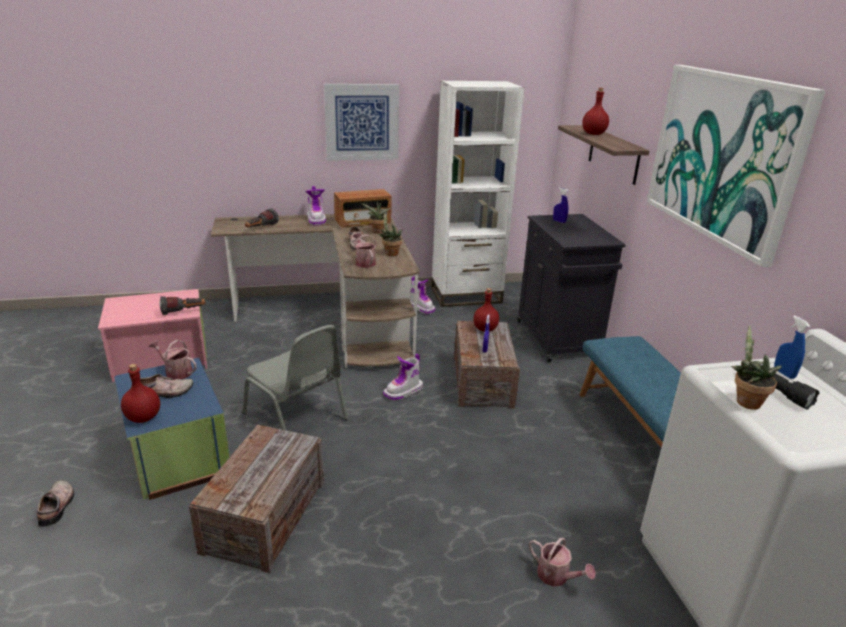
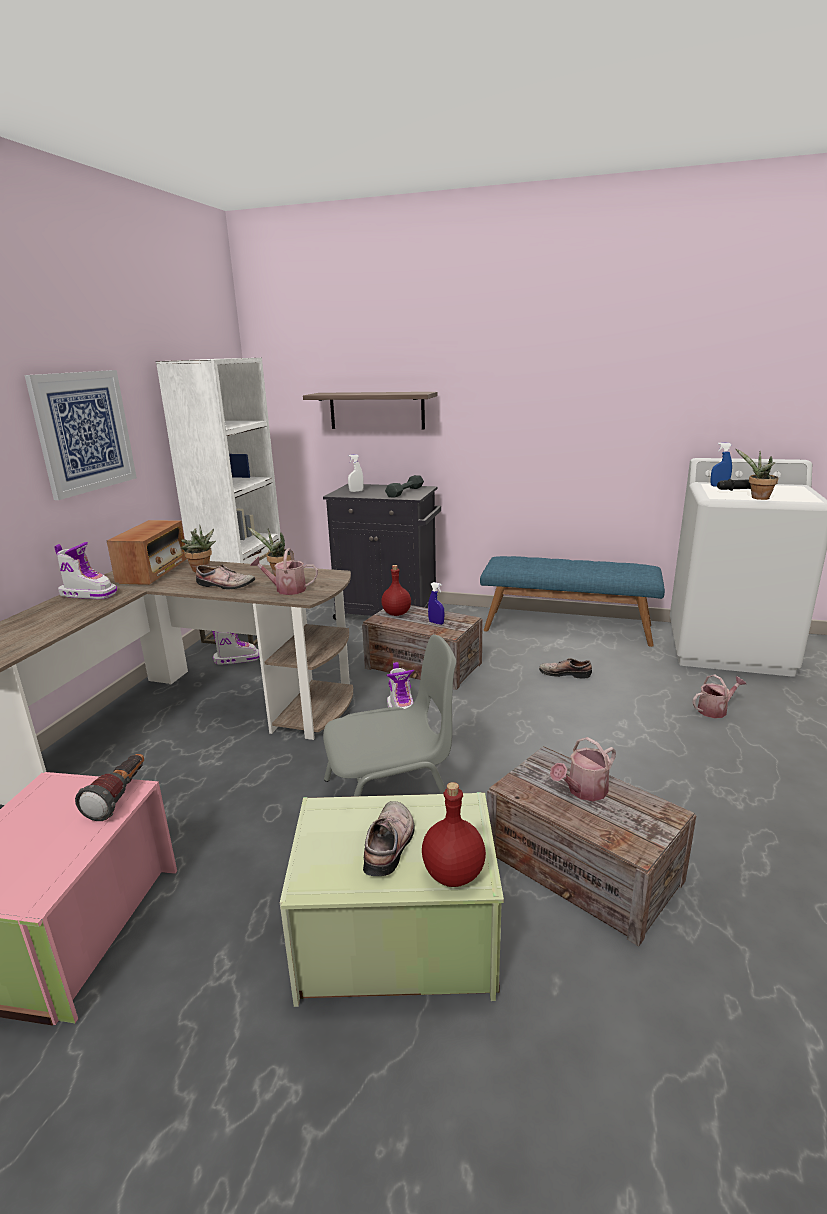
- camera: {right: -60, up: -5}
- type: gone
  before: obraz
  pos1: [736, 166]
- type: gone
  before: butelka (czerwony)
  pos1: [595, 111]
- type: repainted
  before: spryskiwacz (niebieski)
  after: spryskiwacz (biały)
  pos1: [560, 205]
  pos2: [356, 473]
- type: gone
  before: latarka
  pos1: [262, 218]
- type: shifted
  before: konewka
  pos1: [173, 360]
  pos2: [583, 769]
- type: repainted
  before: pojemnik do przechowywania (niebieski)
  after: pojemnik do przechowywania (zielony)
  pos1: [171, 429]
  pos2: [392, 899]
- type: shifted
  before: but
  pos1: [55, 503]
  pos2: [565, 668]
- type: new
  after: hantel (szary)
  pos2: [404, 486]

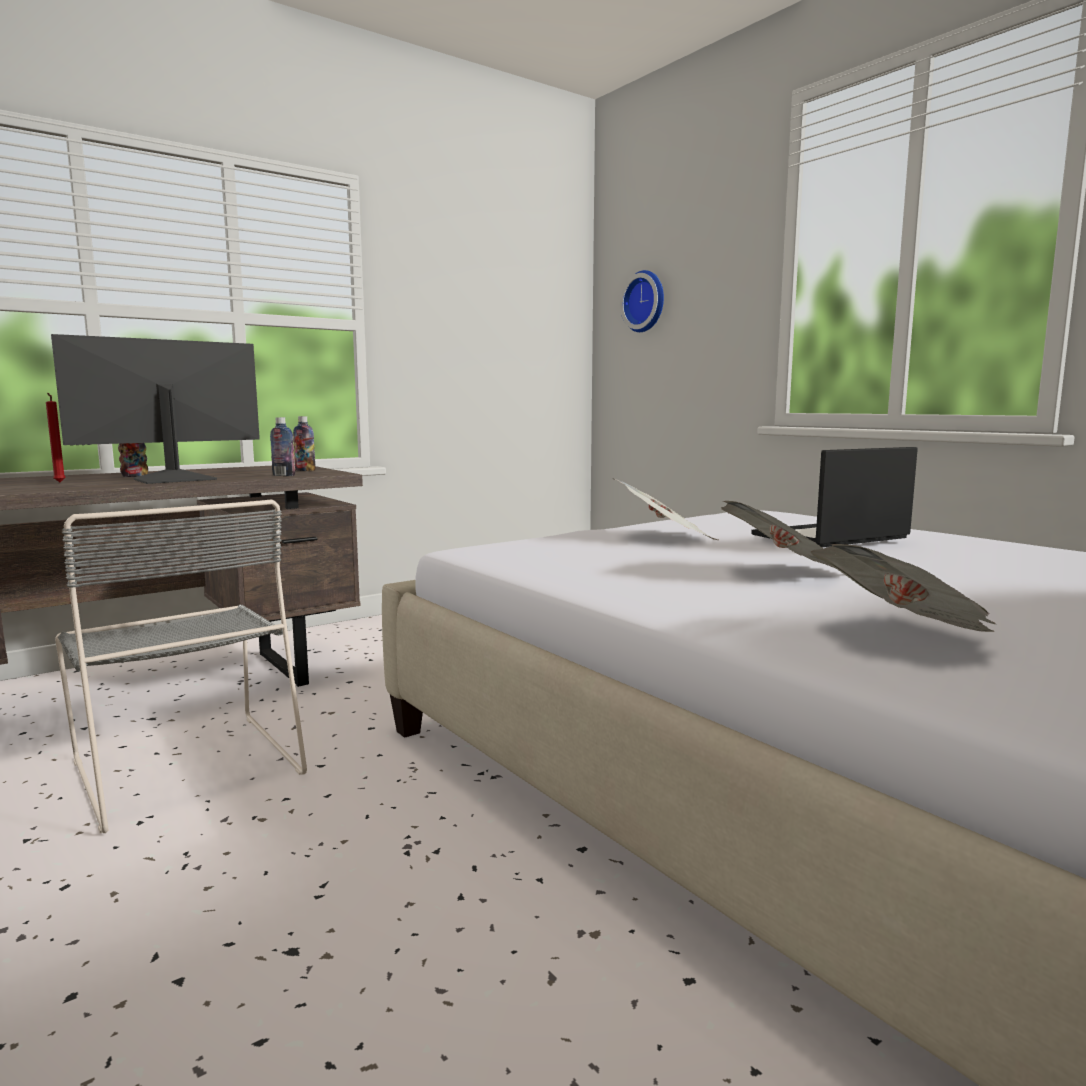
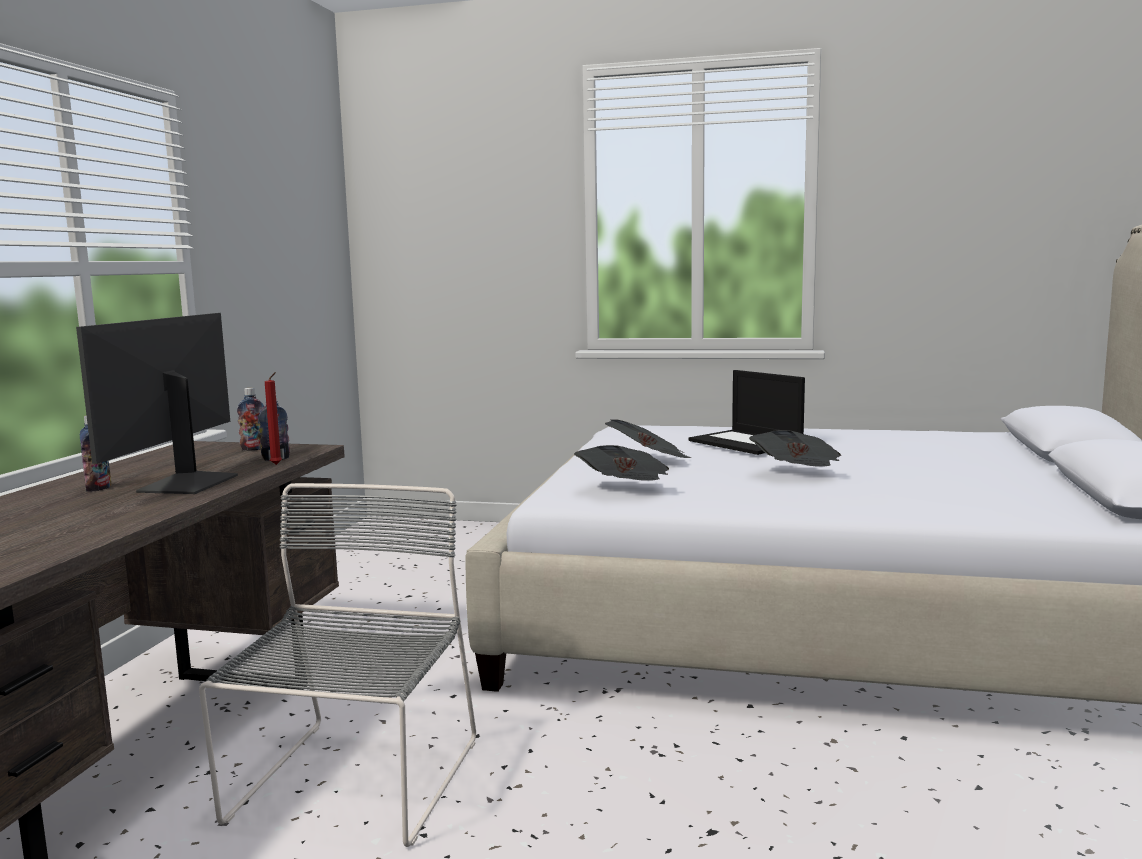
- camera: {right: -40, up: 0}
- type: gone
  before: zegar ścienny
  pos1: [642, 301]
- type: shifted
  before: świeca (czerwony)
  pos1: [56, 437]
  pos2: [273, 418]
- type: rotated
  before: laptop
  pos1: [834, 497]
  pos2: [747, 412]
  turn: -60
- type: rotated
  before: krzesło (szary)
  pos1: [181, 666]
  pos2: [337, 665]
  turn: -90
- type: shifted
  before: gazeta
  pos1: [903, 588]
  pos2: [622, 463]

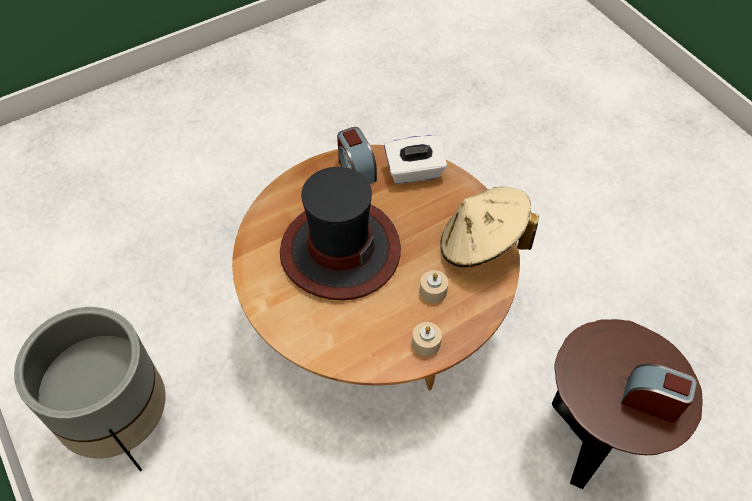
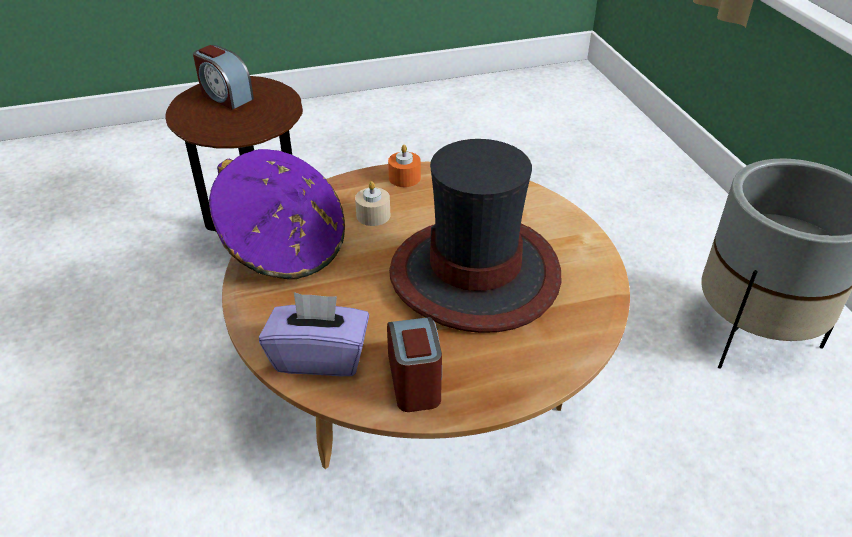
- camera: {right: -165, up: -15}
- type: repainted
  before: pudełko chusteczek (biały)
  after: pudełko chusteczek (fioletowy)
  pos1: [415, 159]
  pos2: [314, 334]
- type: repainted
  before: kapelusz (beżowy)
  after: kapelusz (fioletowy)
  pos1: [489, 227]
  pos2: [277, 214]
- type: repainted
  before: świeca (beżowy)
  after: świeca (pomarańczowy)
  pos1: [427, 339]
  pos2: [404, 166]

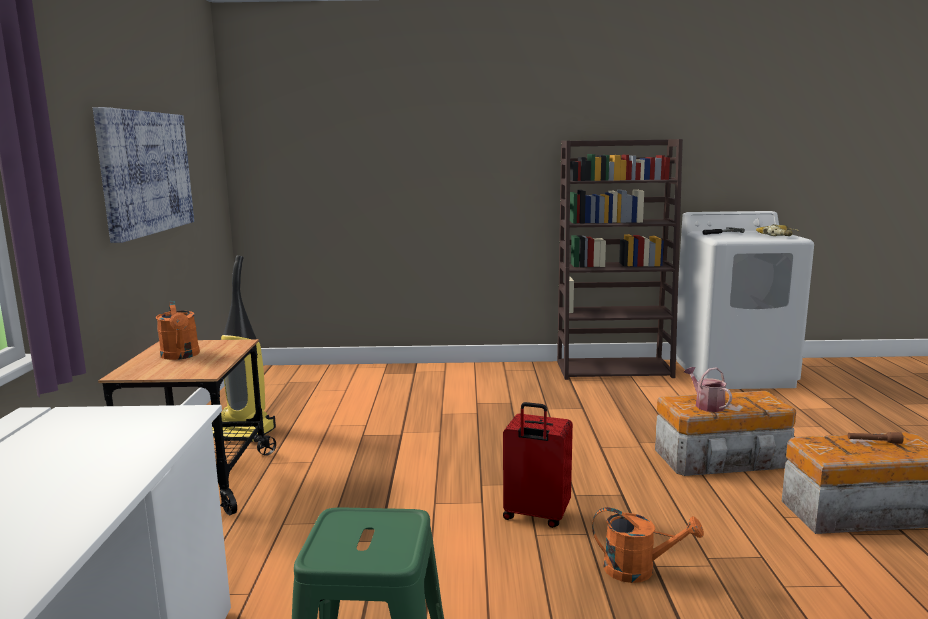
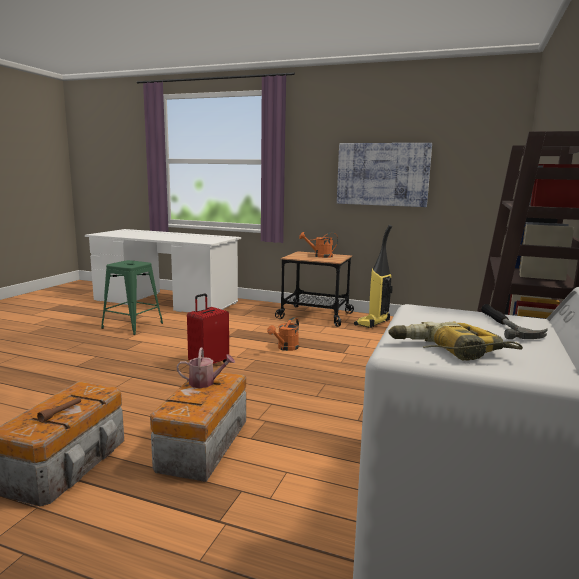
- camera: {right: 110, up: 0}
- type: shifted
  before: konewka (pomarańczowy)
  pos1: [648, 545]
  pos2: [283, 334]

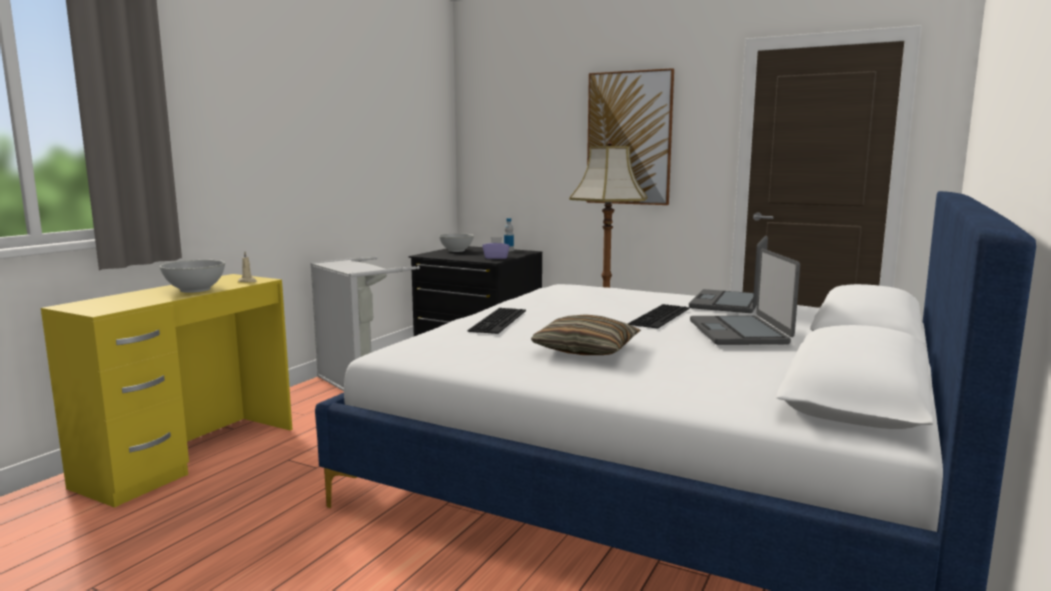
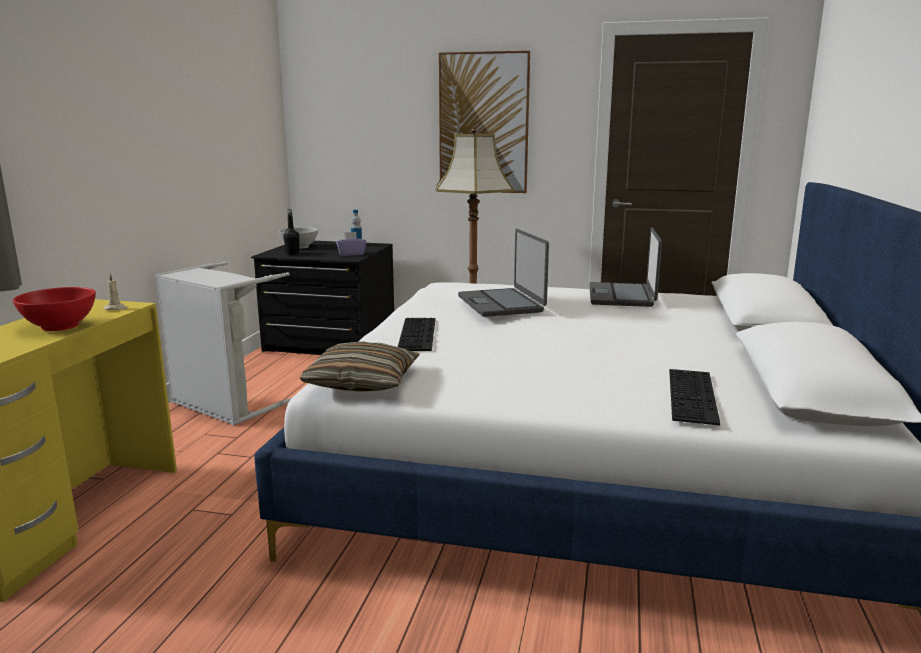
- camera: {right: -15, up: 5}
- type: shifted
  before: laptop
  pos1: [745, 296]
  pos2: [503, 273]
- type: repainted
  before: miska (biały)
  after: miska (czerwony)
  pos1: [192, 276]
  pos2: [54, 309]
- type: shifted
  before: klawiatura
  pos1: [659, 316]
  pos2: [694, 397]
- type: shifted
  before: poduszka
  pos1: [586, 334]
  pos2: [360, 366]
- type: new
  after: butelka (czarny)
  pos2: [291, 232]

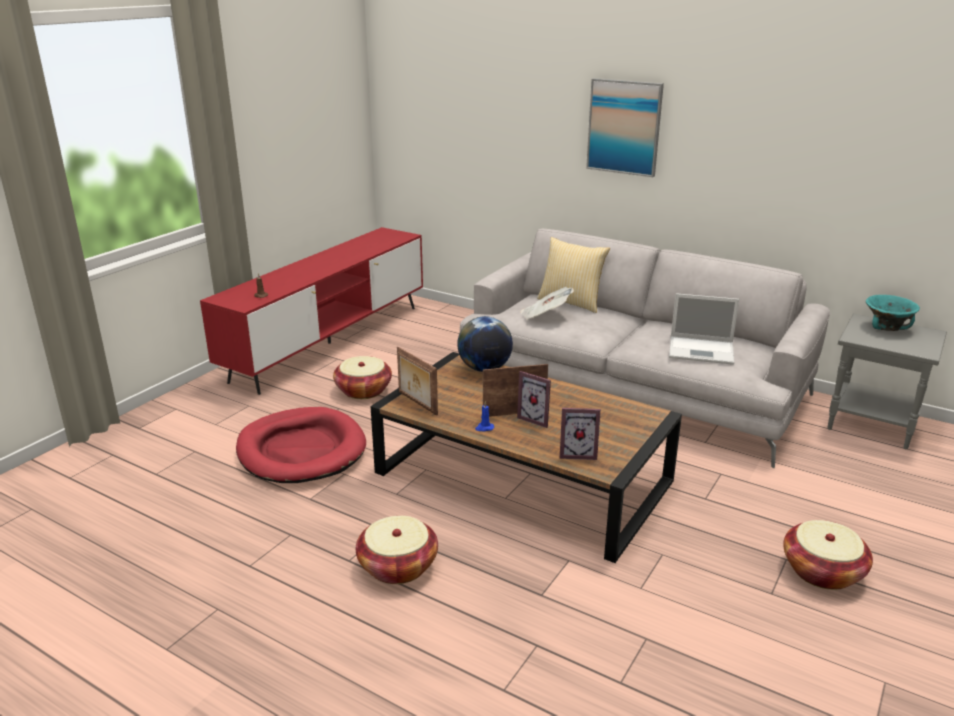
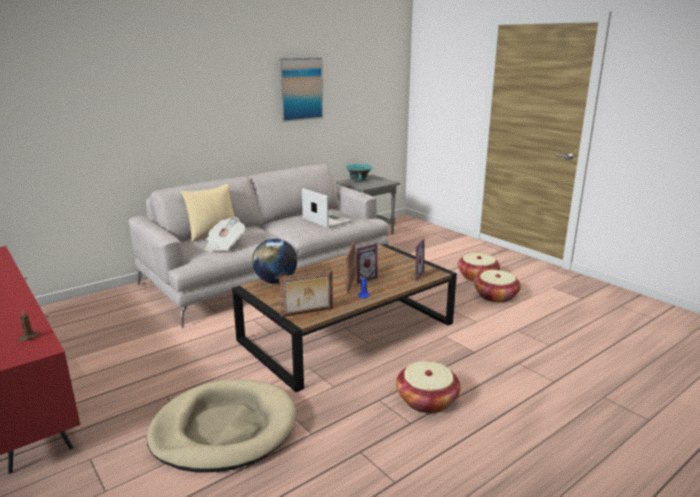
- camera: {right: -70, up: -5}
- type: shifted
  before: obraz
  pos1: [625, 127]
  pos2: [301, 90]
- type: rotated
  before: laptop
  pos1: [704, 329]
  pos2: [327, 208]
  turn: -75
- type: shifted
  before: koszyk
  pos1: [362, 377]
  pos2: [497, 286]
- type: repainted
  before: legowisko (czerwony)
  after: legowisko (beżowy)
  pos1: [301, 445]
  pos2: [221, 426]

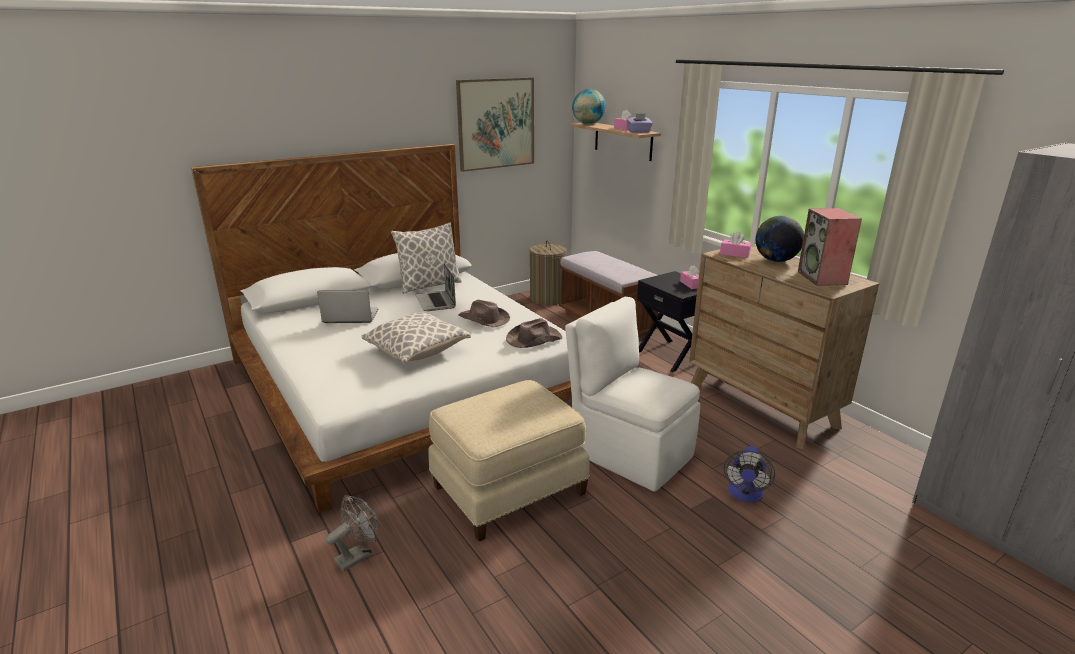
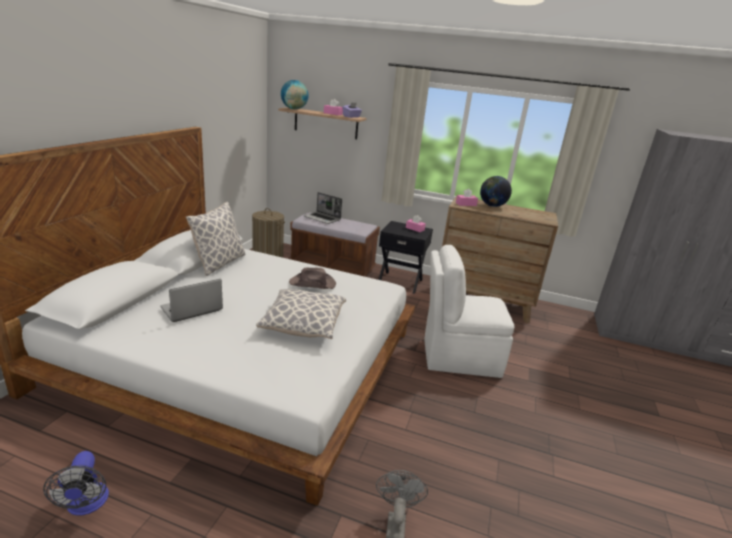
- camera: {right: -40, up: 0}
- type: gone
  before: obraz
  pos1: [495, 124]
- type: gone
  before: głośnik
  pos1: [830, 247]
- type: shifted
  before: laptop
  pos1: [435, 287]
  pos2: [323, 208]
- type: gone
  before: kapelusz (brązowy)
  pos1: [534, 333]
- type: gone
  before: pufa (beżowy)
  pos1: [509, 460]
- type: shifted
  before: wentylator
  pos1: [749, 474]
  pos2: [76, 483]

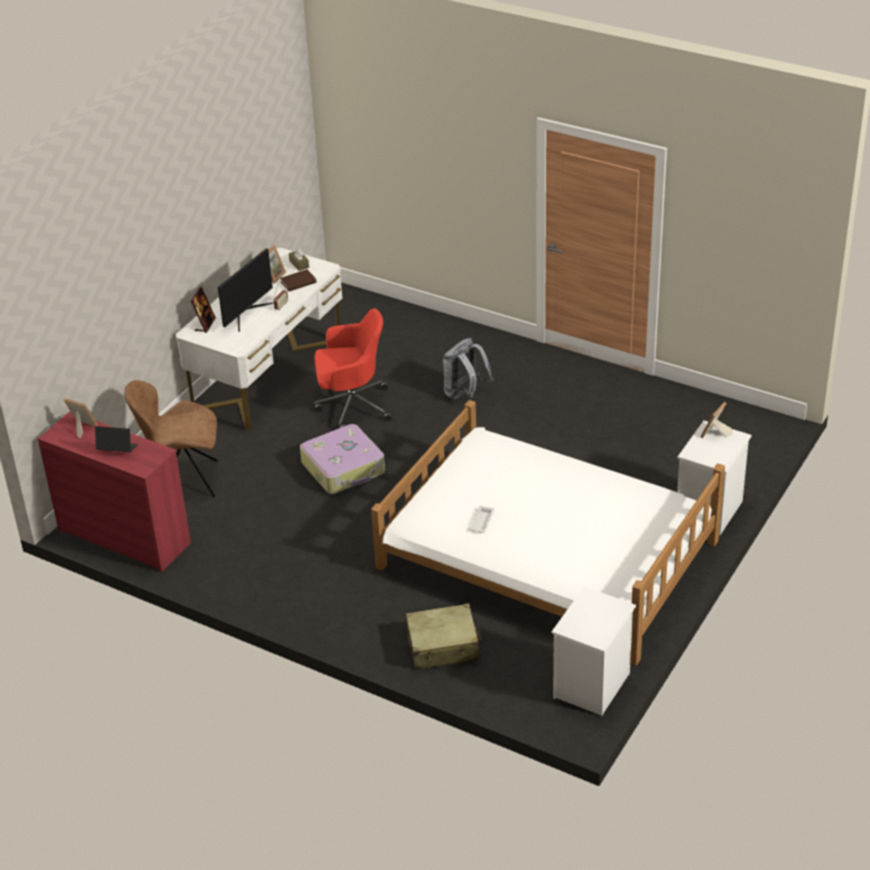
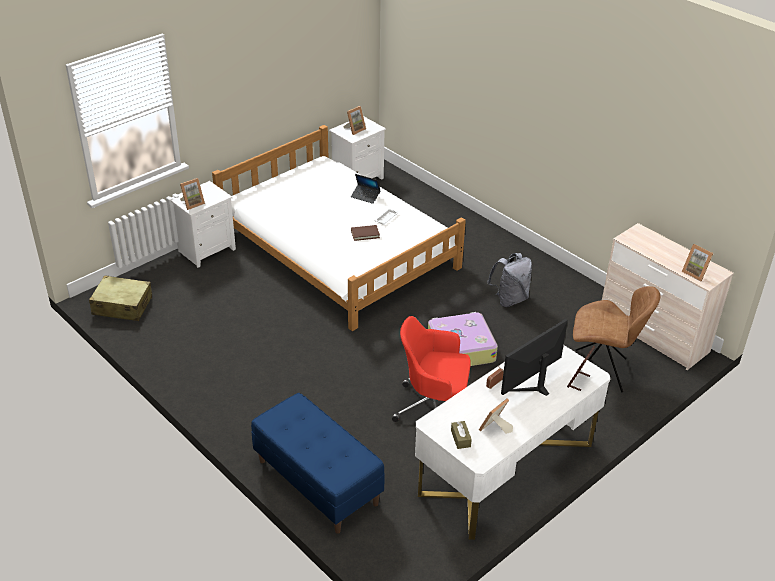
- camera: {right: -165, up: 0}
- type: shifted
  before: książka (brązowy)
  pos1: [298, 280]
  pos2: [365, 233]
- type: shifted
  before: plecak (szary)
  pos1: [468, 368]
  pos2: [509, 280]
- type: repainted
  before: komoda (czerwony)
  after: komoda (beżowy)
  pos1: [114, 491]
  pos2: [668, 296]
- type: shifted
  before: laptop
  pos1: [116, 439]
  pos2: [366, 189]
- type: shifted
  before: walizka (beżowy)
  pos1: [443, 636]
  pos2: [120, 298]
- type: new
  after: ramka na zdjęcie
  pos2: [355, 120]
- type: new
  after: ławka (niebieski)
  pos2: [318, 463]

